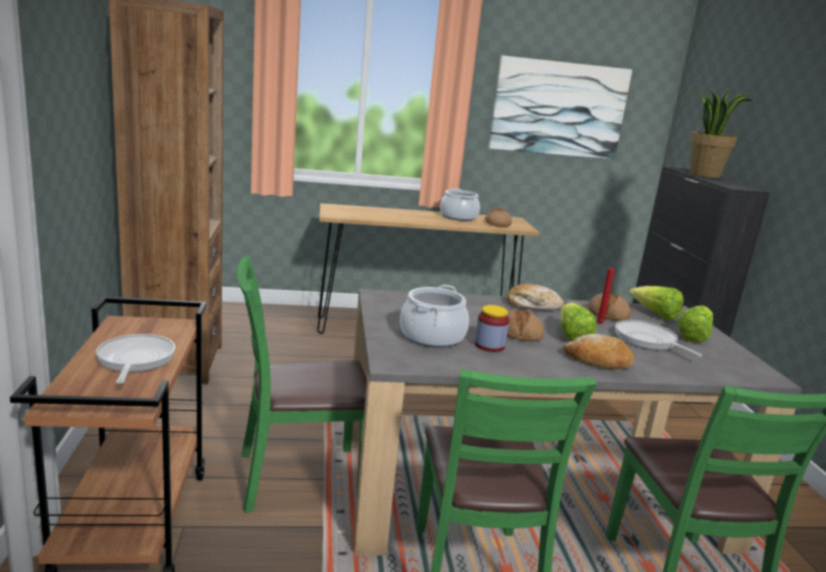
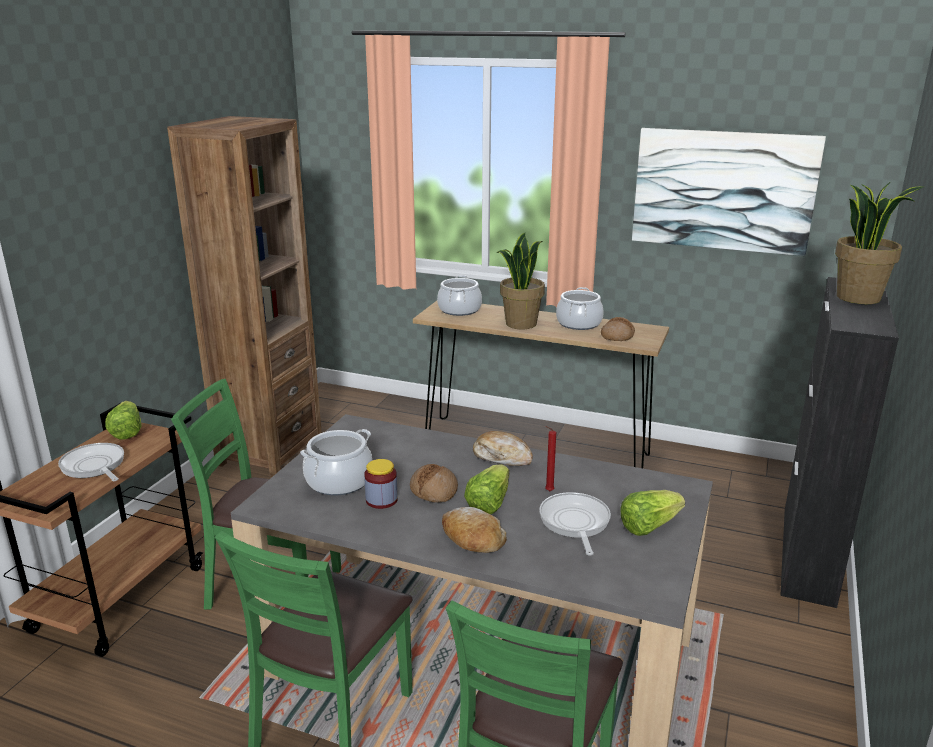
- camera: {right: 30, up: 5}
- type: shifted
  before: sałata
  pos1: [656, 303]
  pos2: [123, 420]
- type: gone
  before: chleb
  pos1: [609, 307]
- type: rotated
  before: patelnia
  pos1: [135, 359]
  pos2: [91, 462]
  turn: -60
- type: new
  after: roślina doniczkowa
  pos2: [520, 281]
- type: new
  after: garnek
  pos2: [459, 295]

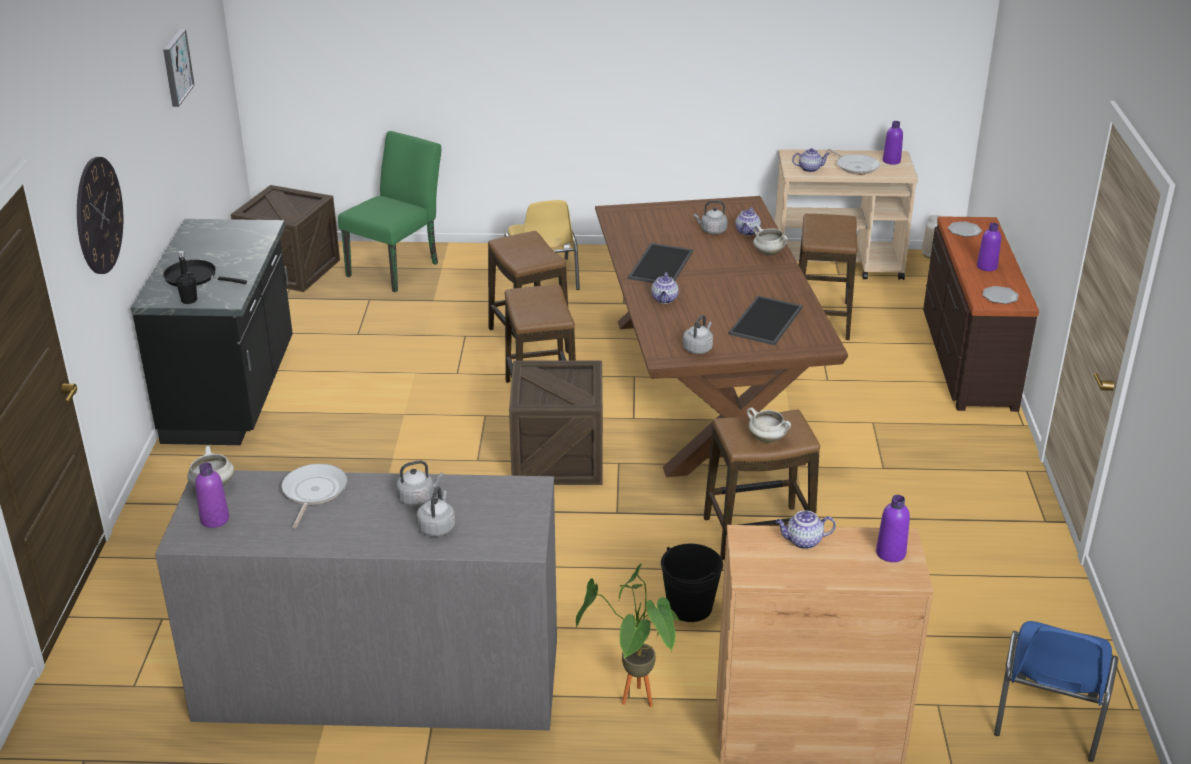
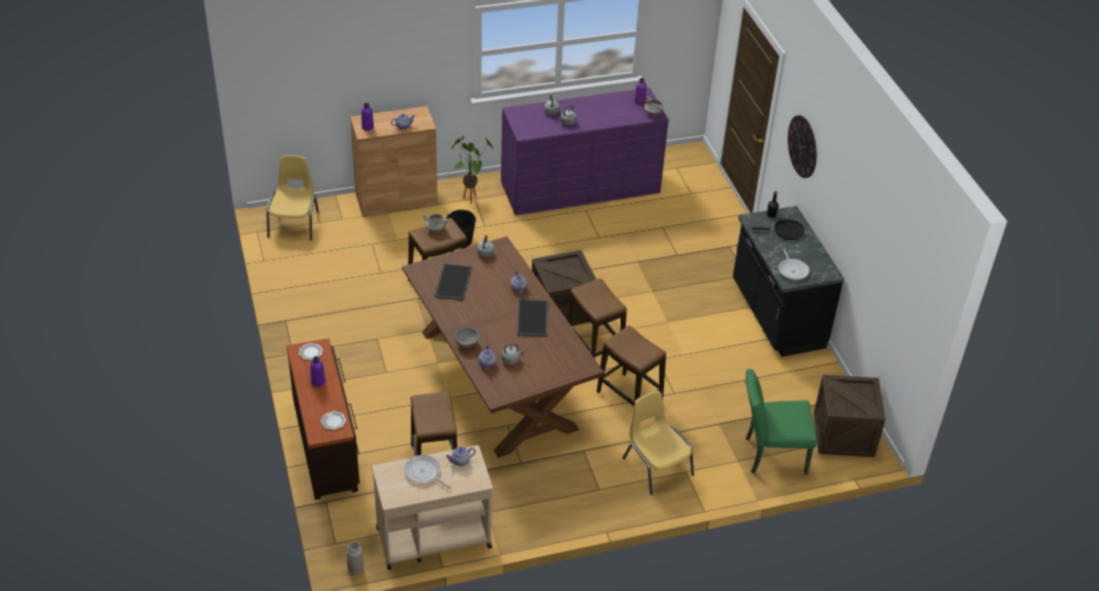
- camera: {right: 160, up: 10}
- type: gone
  before: obraz
  pos1: [179, 68]
- type: gone
  before: butelka (fioletowy)
  pos1: [893, 143]
- type: rotated
  before: krzesło (zielony)
  pos1: [389, 211]
  pos2: [781, 422]
  turn: 75
- type: swapped
  before: garnek (biały)
  after: miska (szary)
  pos1: [770, 240]
  pos2: [467, 337]
- type: shifted
  before: patelnia
  pos1: [314, 496]
  pos2: [793, 264]
- type: repainted
  before: komoda (szary)
  after: komoda (fioletowy)
  pos1: [356, 600]
  pos2: [585, 152]
- type: repainted
  before: krzesło (niebieski)
  after: krzesło (żółty)
  pos1: [1056, 691]
  pos2: [292, 197]

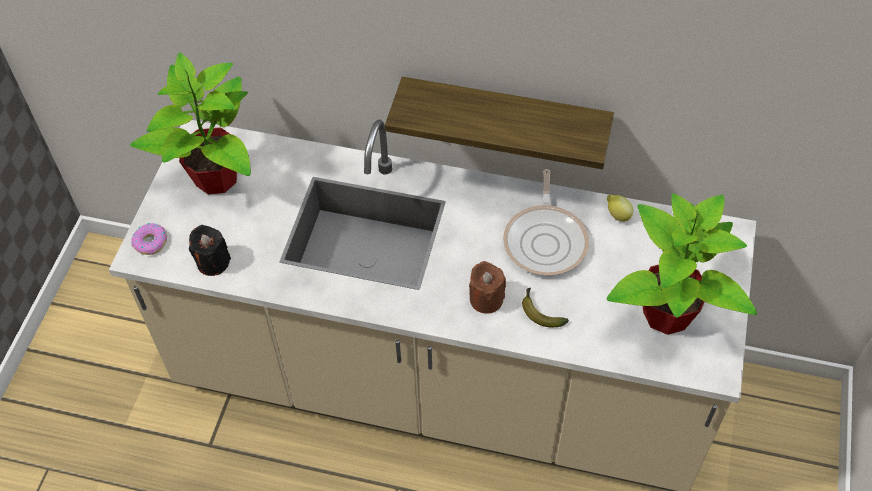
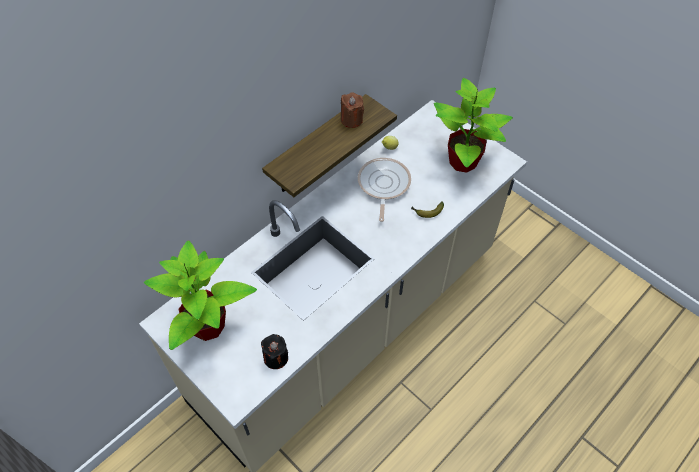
- camera: {right: -60, up: 0}
- type: rotated
  before: patelnia
  pos1: [546, 222]
  pos2: [384, 190]
  turn: -120
- type: gone
  before: donut
  pos1: [149, 239]
- type: shifted
  before: świeca (brązowy)
  pos1: [487, 287]
  pos2: [352, 110]

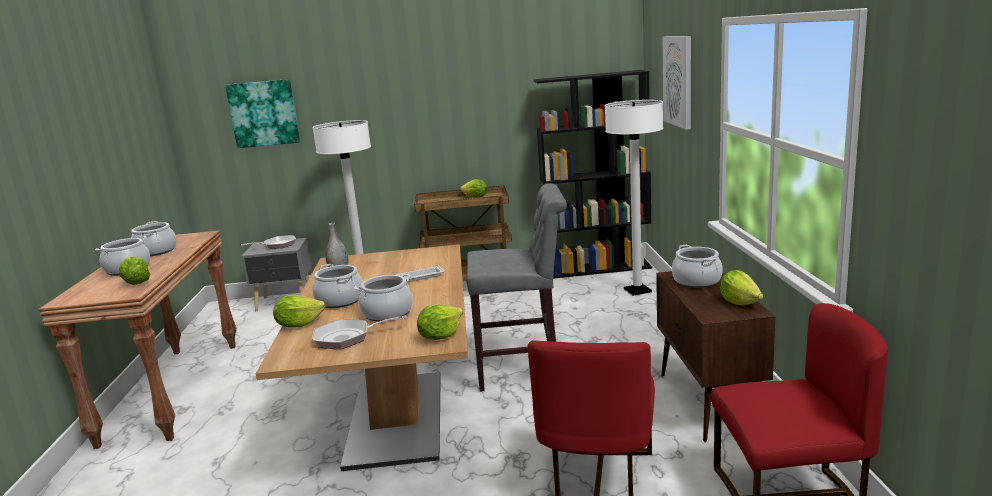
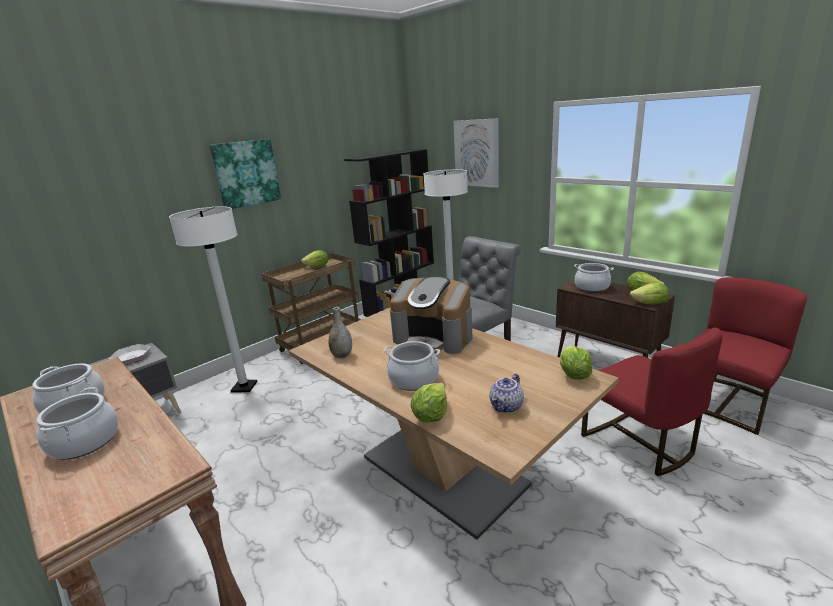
- camera: {right: -40, up: 5}
- type: shifted
  before: obraz
  pos1: [262, 113]
  pos2: [245, 174]
- type: shifted
  before: sałata
  pos1: [134, 271]
  pos2: [649, 293]
- type: swapped
  before: taca (biały)
  after: ekspres do kawy
  pos1: [420, 274]
  pos2: [431, 315]
- type: gone
  before: garnek
  pos1: [383, 298]
- type: swapped
  before: patelnia
  after: imbryk
  pos1: [359, 332]
  pos2: [507, 393]

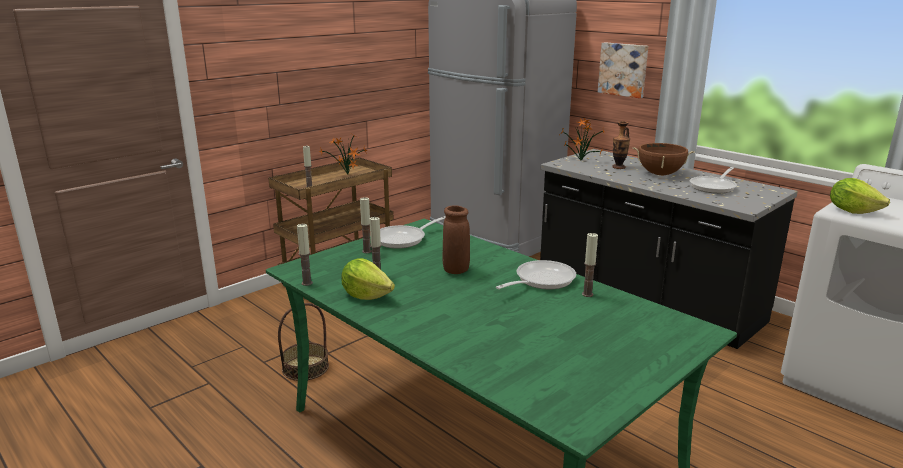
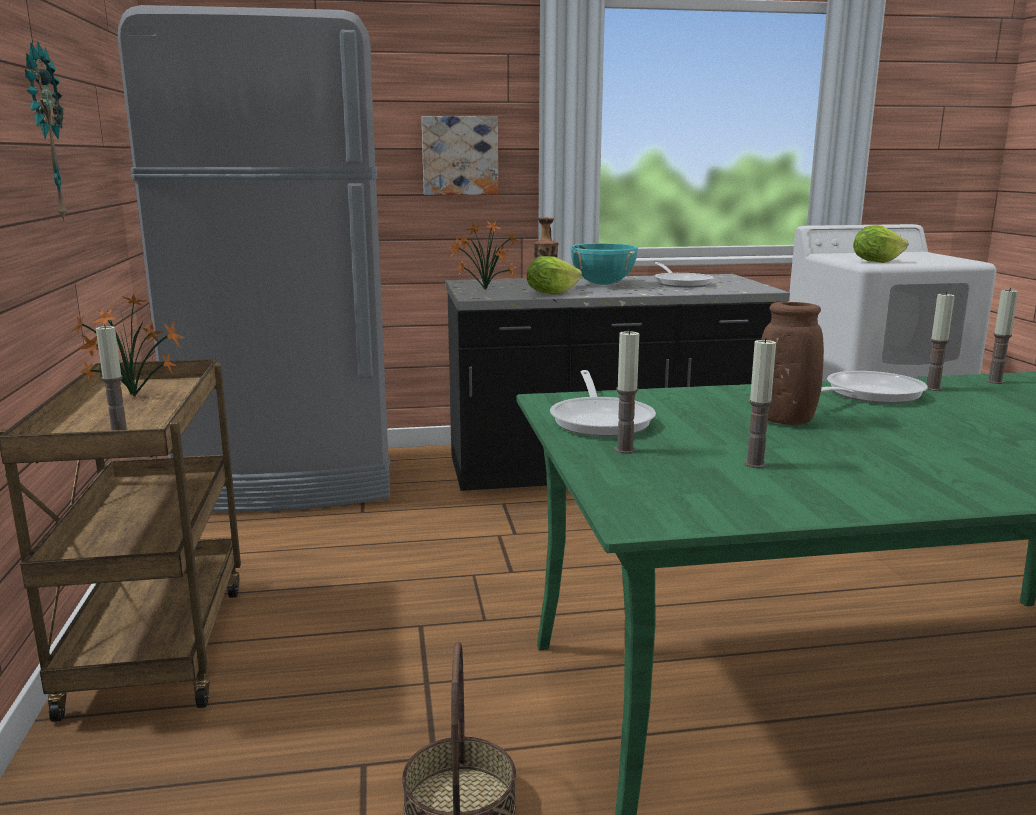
- camera: {right: -55, up: -5}
- type: repainted
  before: garnek (brązowy)
  after: garnek (turkusowy)
  pos1: [664, 159]
  pos2: [604, 264]
- type: shifted
  before: świeca
  pos1: [305, 255]
  pos2: [1002, 336]
- type: shifted
  before: sałata
  pos1: [368, 279]
  pos2: [554, 275]
- type: rotated
  before: patelnia
  pos1: [536, 274]
  pos2: [874, 387]
  turn: 60
- type: new
  after: zegar ścienny
  pos2: [46, 131]

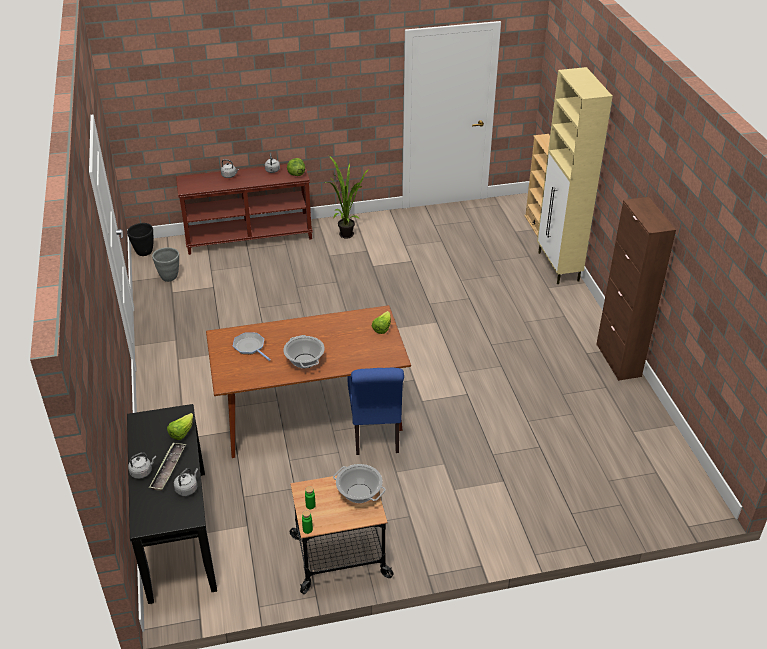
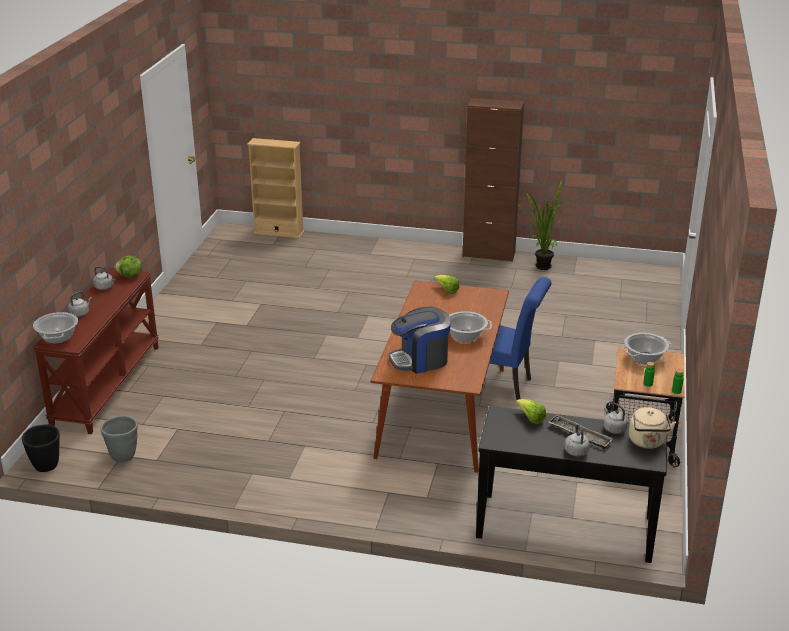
- camera: {right: -65, up: -10}
- type: gone
  before: szafka (beżowy)
  pos1: [575, 175]
- type: shifted
  before: roślina doniczkowa
  pos1: [347, 197]
  pos2: [540, 225]
- type: swapped
  before: patelnia
  after: ekspres do kawy
  pos1: [252, 346]
  pos2: [420, 340]
- type: new
  after: garnek
  pos2: [55, 328]
- type: new
  after: czajnik (beżowy)
  pos2: [652, 428]

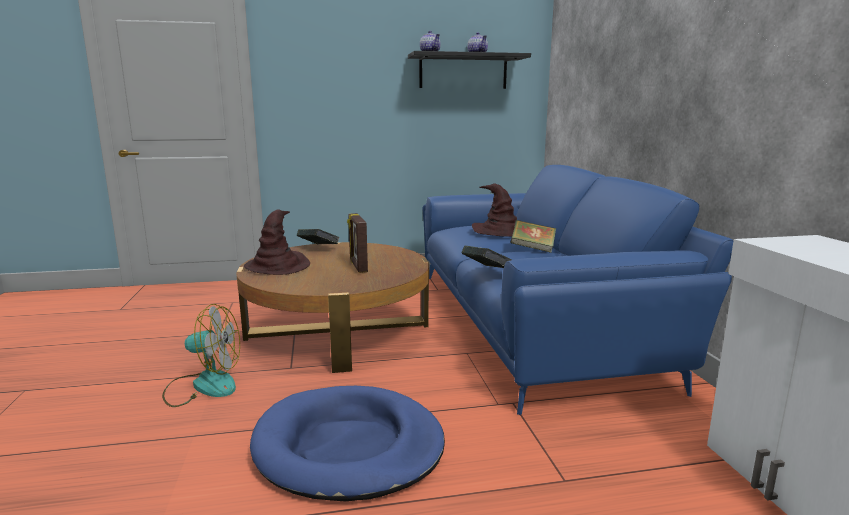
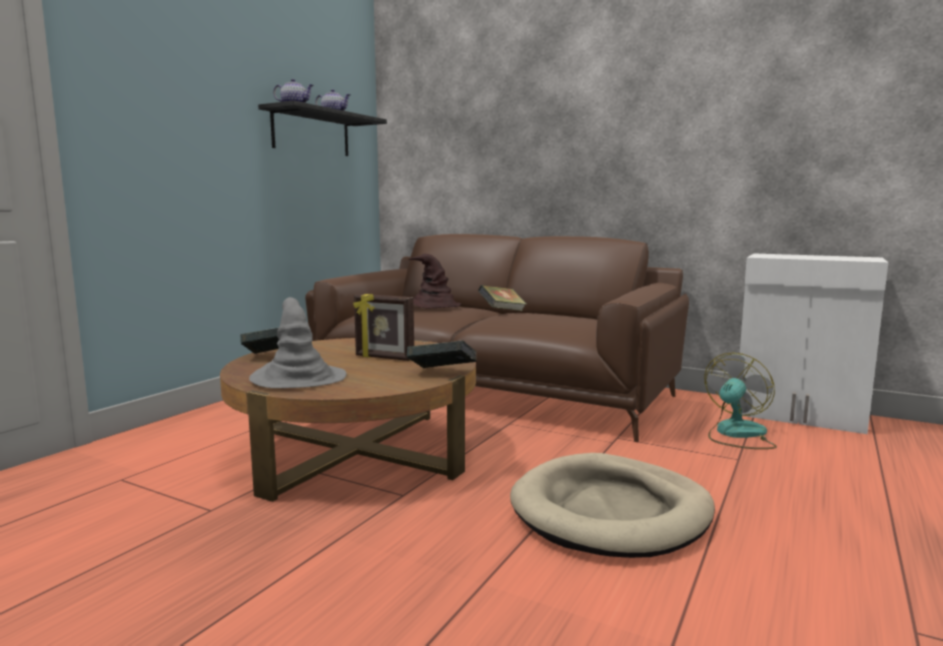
- camera: {right: -50, up: -5}
- type: repainted
  before: kanapa (niebieski)
  after: kanapa (brązowy)
  pos1: [578, 290]
  pos2: [497, 338]
- type: repainted
  before: kapelusz (brązowy)
  after: kapelusz (szary)
  pos1: [277, 242]
  pos2: [298, 342]
- type: shifted
  before: książka
  pos1: [486, 257]
  pos2: [442, 354]
- type: shifted
  before: wentylator
  pos1: [201, 355]
  pos2: [740, 400]
- type: repainted
  before: legowisko (niebieski)
  after: legowisko (beżowy)
  pos1: [347, 443]
  pos2: [612, 505]

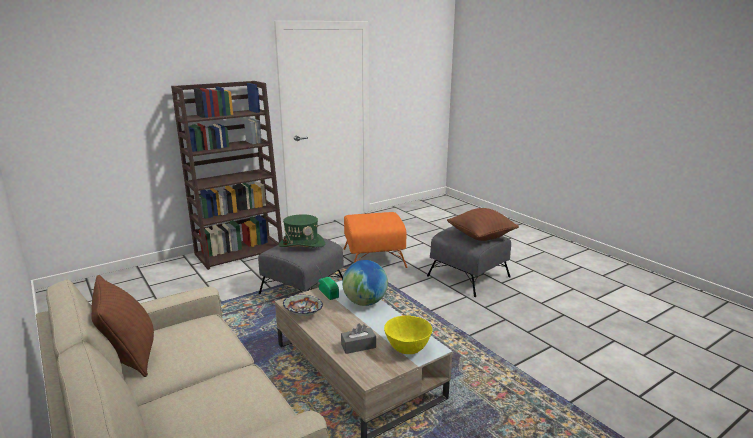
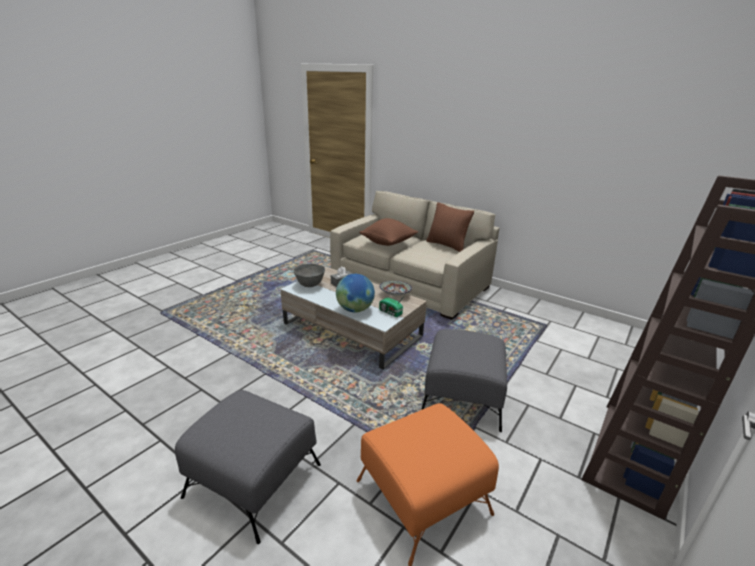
- camera: {right: 160, up: 5}
- type: shifted
  before: poduszka (brązowy)
  pos1: [483, 224]
  pos2: [388, 232]
- type: gone
  before: kapelusz (zielony)
  pos1: [302, 230]
- type: repainted
  before: miska (żółty)
  after: miska (szary)
  pos1: [408, 334]
  pos2: [309, 275]

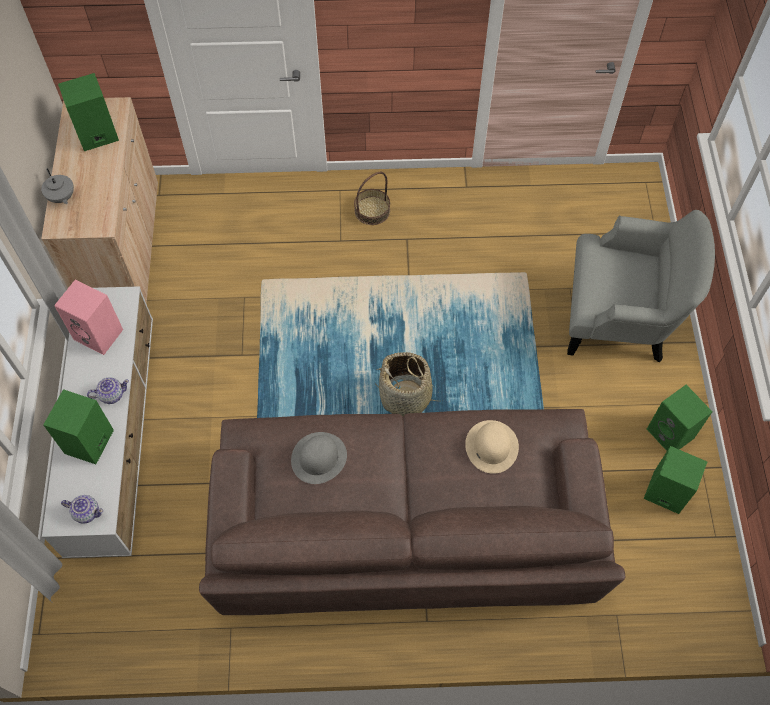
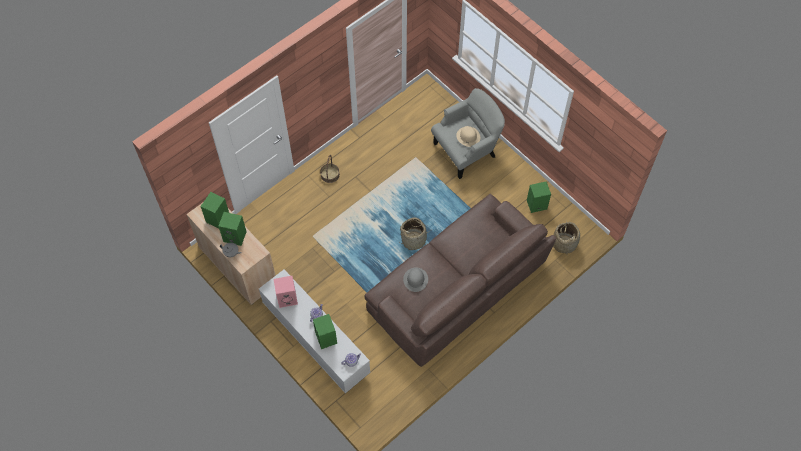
- camera: {right: -40, up: 0}
- type: shifted
  before: głośnik (zielony)
  pos1: [680, 418]
  pos2: [232, 229]
- type: shifted
  before: kapelusz (beżowy)
  pos1: [492, 447]
  pos2: [468, 136]
- type: new
  after: koszyk
  pos2: [566, 238]

